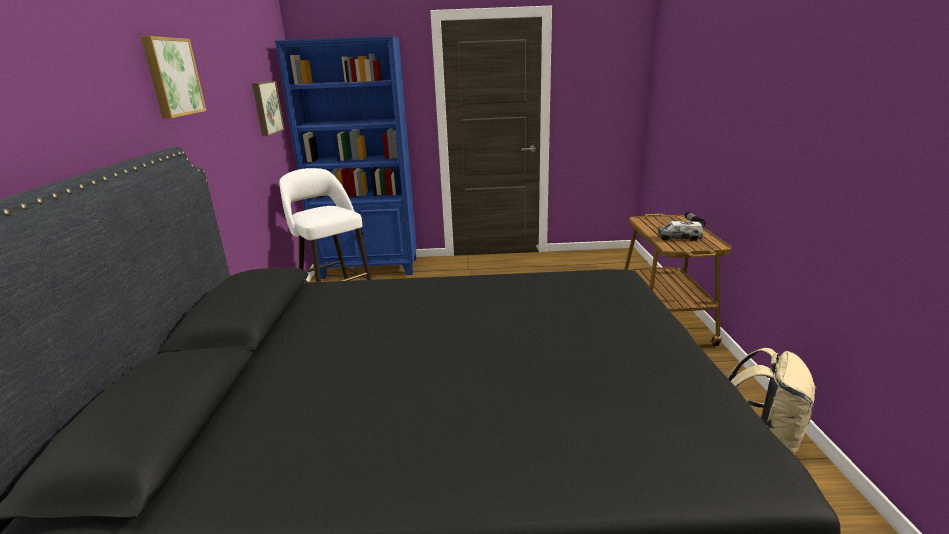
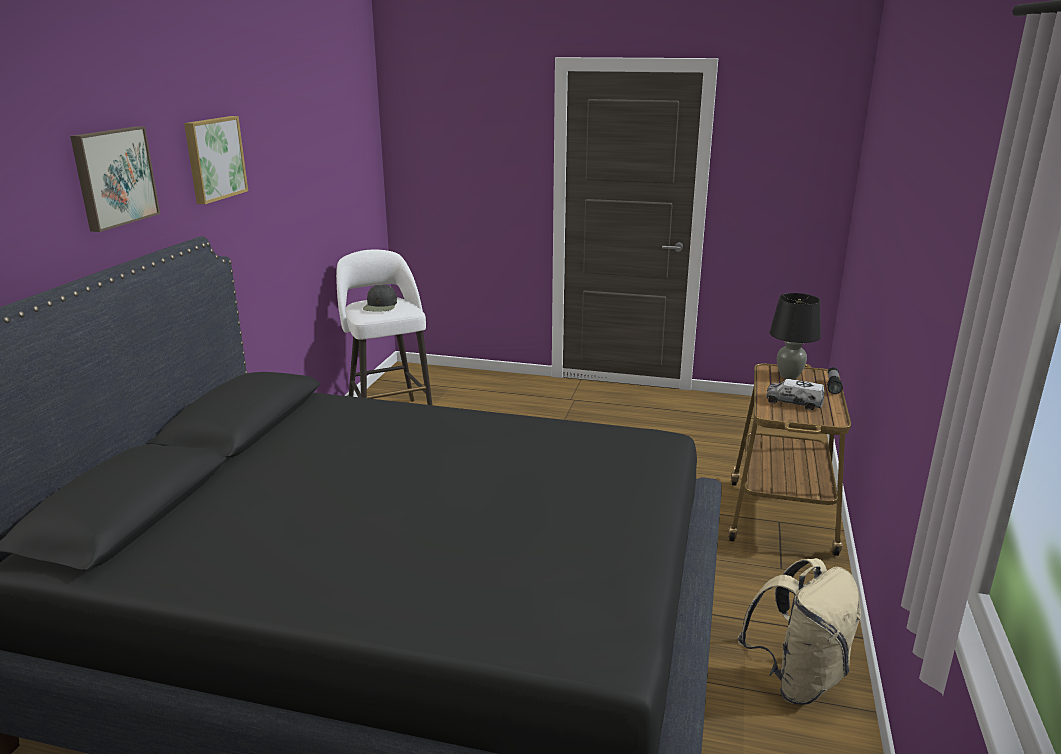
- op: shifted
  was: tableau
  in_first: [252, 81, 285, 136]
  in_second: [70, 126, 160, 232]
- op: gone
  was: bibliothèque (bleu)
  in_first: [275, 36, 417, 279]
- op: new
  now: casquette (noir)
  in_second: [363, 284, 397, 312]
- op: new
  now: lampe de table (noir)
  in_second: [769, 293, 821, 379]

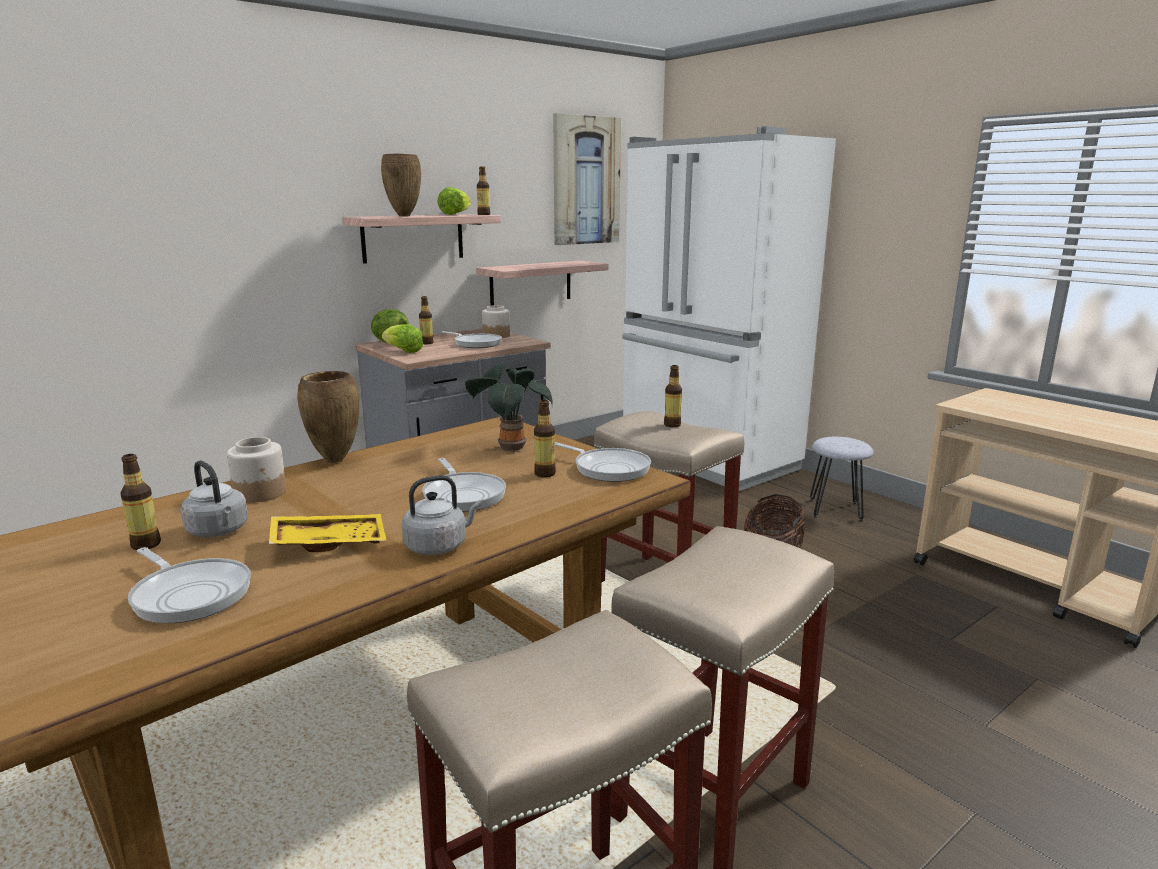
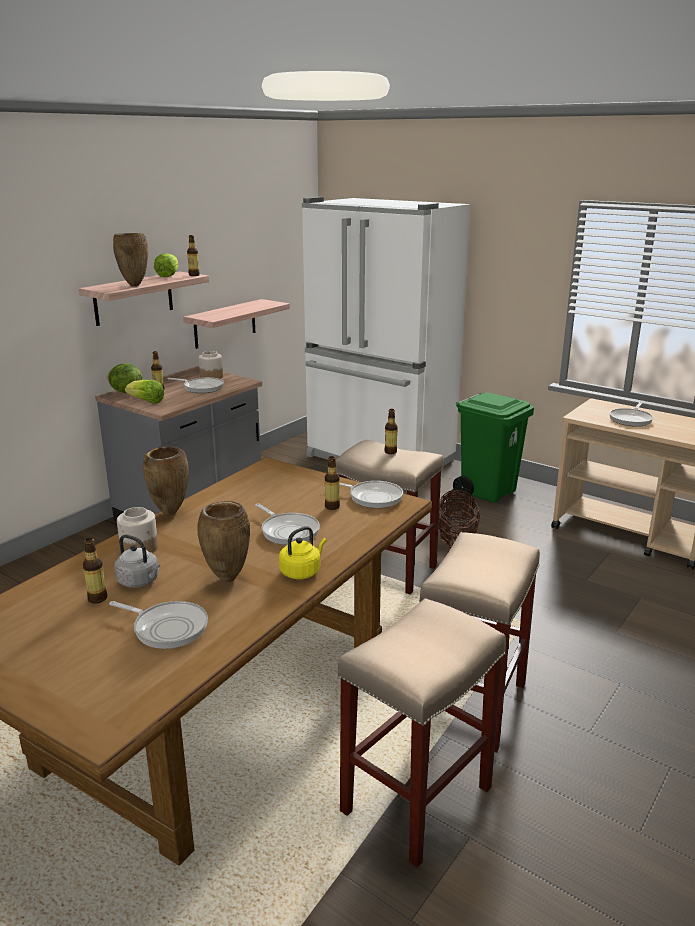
- op: swapped
  was: plateau (jaune)
  now: vase (marron)
  in_first: [269, 514, 387, 552]
  in_second: [197, 501, 250, 582]
- op: repainted
  was: bouilloire (gris)
  now: bouilloire (jaune)
  in_first: [402, 475, 482, 555]
  in_second: [279, 526, 327, 579]
- op: gone
  was: plante en pot
  in_first: [465, 363, 552, 453]
- op: gone
  was: tableau
  in_first: [553, 113, 621, 245]
- op: swapped
  was: tabouret (gris)
  now: poubelle (vert)
  in_first: [810, 437, 874, 522]
  in_second: [453, 392, 534, 503]
- op: new
  now: poêle
  in_second: [609, 402, 653, 427]

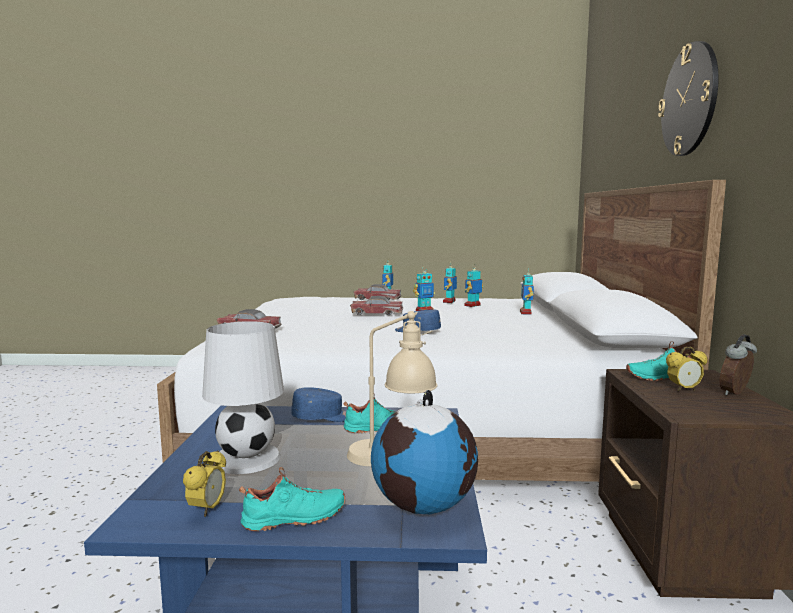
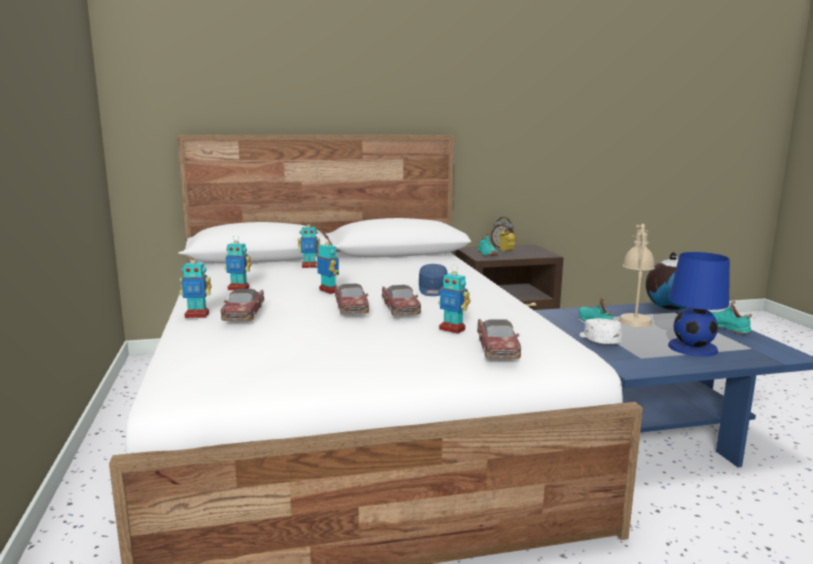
- op: gone
  was: réveil
  in_first: [183, 451, 226, 517]
- op: repainted
  was: lampe de table (blanc)
  now: lampe de table (bleu)
  in_first: [202, 321, 284, 474]
  in_second: [668, 252, 730, 357]
- op: repainted
  was: casquette (bleu)
  now: casquette (blanc)
  in_first: [291, 387, 346, 422]
  in_second: [580, 319, 622, 344]
- op: shifted
  was: robot jouet
  in_first: [464, 265, 483, 307]
  in_second: [438, 265, 470, 334]
- op: gone
  was: horloge murale
  in_first: [658, 41, 719, 156]
- op: new
  now: petite voiture
  in_second: [382, 285, 421, 316]

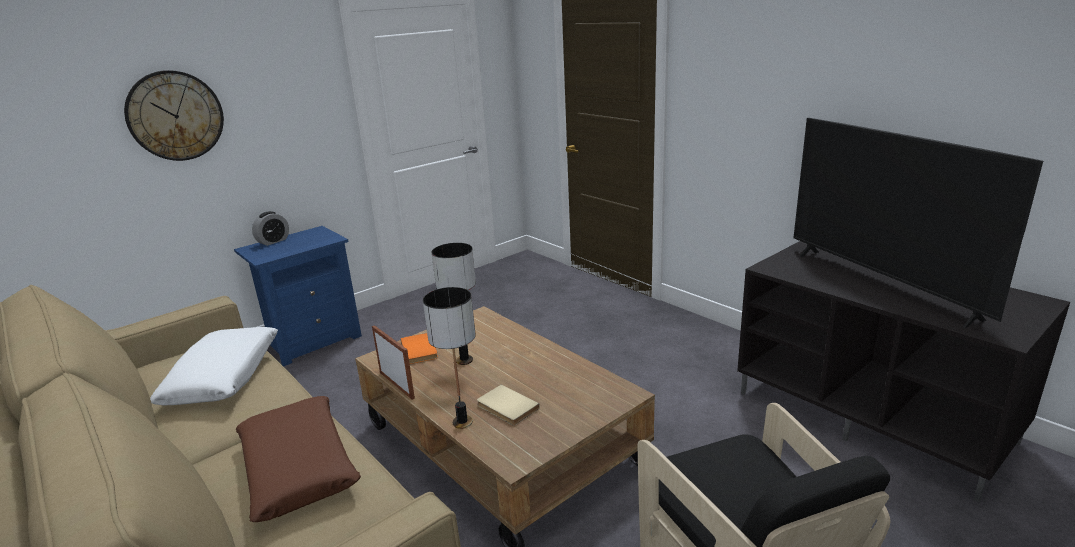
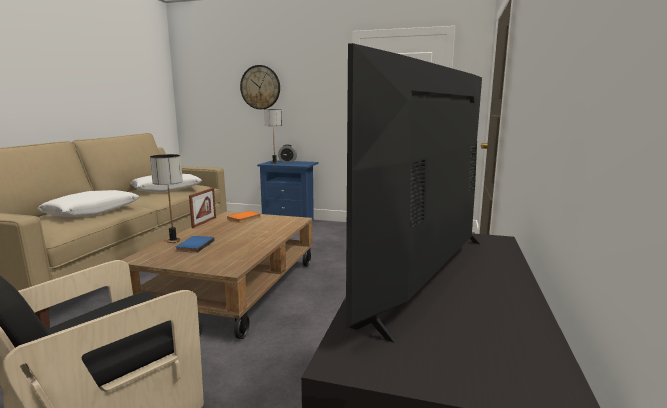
- op: repainted
  was: coussin (marron)
  now: coussin (blanc)
  in_first: [236, 396, 361, 522]
  in_second: [37, 190, 140, 217]
- op: shifted
  was: lampe de table
  in_first: [432, 243, 476, 365]
  in_second: [264, 109, 282, 164]
- op: repainted
  was: livre (beige)
  now: livre (bleu)
  in_first: [477, 384, 540, 425]
  in_second: [176, 236, 215, 253]

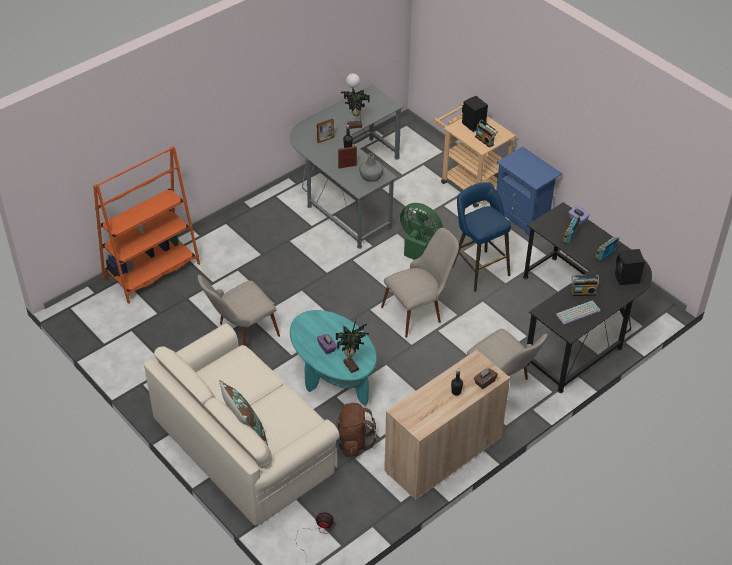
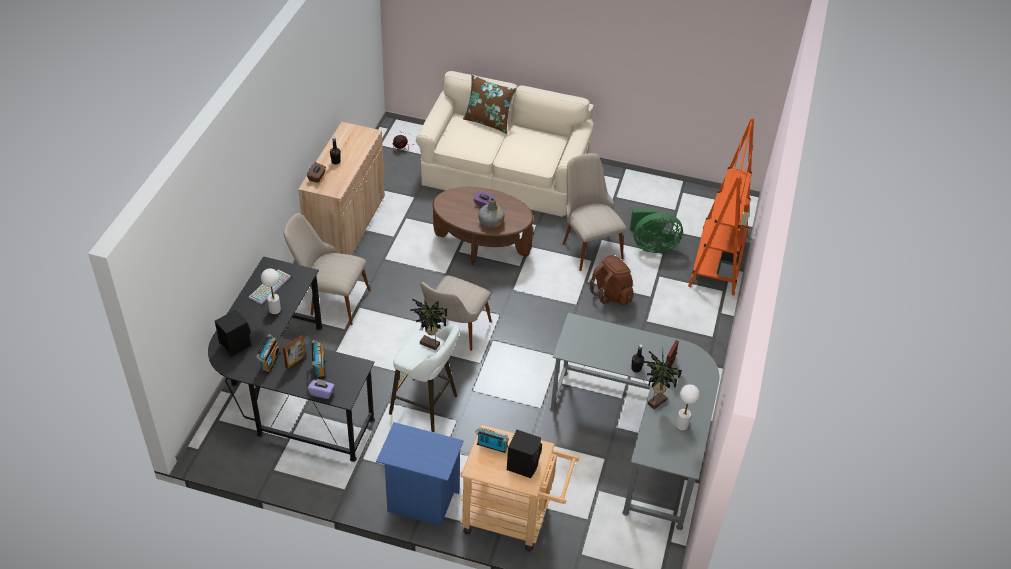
- op: rotated
  was: chaise (beige)
  in_first: [198, 275, 280, 346]
  in_second: [563, 153, 626, 271]
  clockwise: -45
- op: repainted
  was: table basse (turquoise)
  now: table basse (marron)
  in_first: [290, 310, 377, 406]
  in_second: [433, 187, 533, 266]
- op: shifted
  was: sac à dos (marron)
  in_first: [335, 403, 376, 457]
  in_second: [590, 255, 633, 305]
- op: shifted
  was: plante en pot
  in_first: [336, 320, 369, 373]
  in_second: [410, 299, 447, 350]
- op: shifted
  was: cadre photo
  in_first: [338, 146, 357, 169]
  in_second: [283, 335, 306, 369]
- op: shifted
  was: bouteille (gris)
  in_first: [359, 153, 383, 182]
  in_second: [478, 198, 504, 228]
- op: shifted
  was: ventilateur (vert)
  in_first: [400, 203, 443, 260]
  in_second: [630, 209, 683, 253]
- op: repainted
  was: tabouret (bleu)
  now: tabouret (blanc)
  in_first: [452, 182, 511, 292]
  in_second: [389, 324, 460, 432]
- op: swapped
  was: radio
  now: lampe de table (blanc)
  in_first: [571, 275, 599, 296]
  in_second: [261, 269, 281, 314]

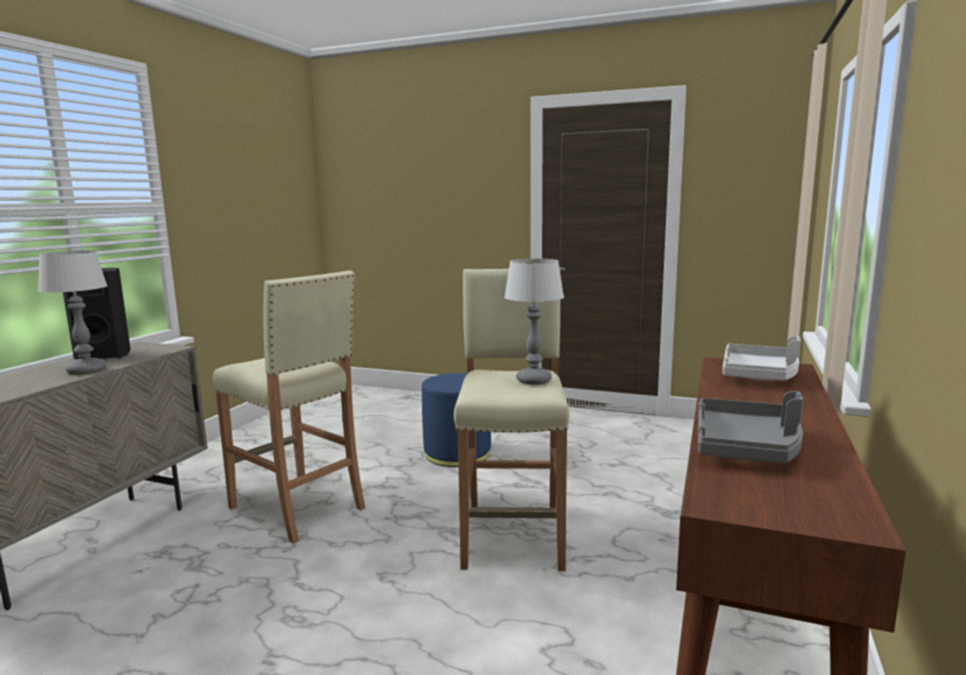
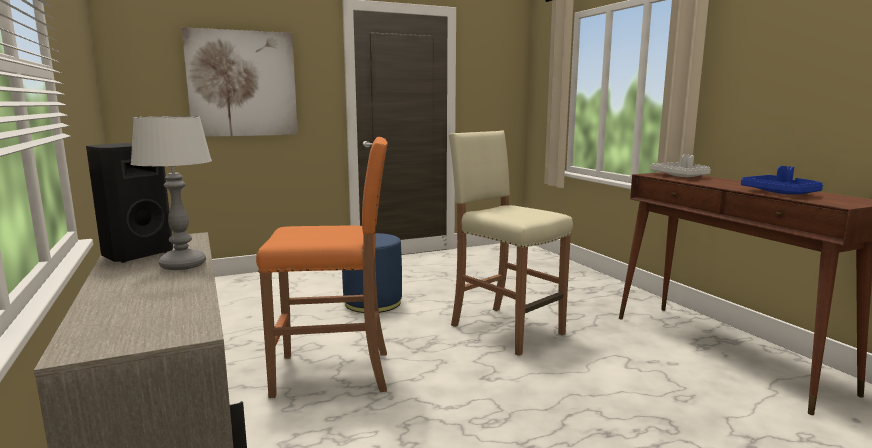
- op: repainted
  was: tabouret (beige)
  now: tabouret (orange)
  in_first: [213, 270, 365, 544]
  in_second: [256, 137, 388, 398]
- op: gone
  was: lampe de table
  in_first: [504, 259, 564, 385]
- op: repainted
  was: plateau (gris)
  now: plateau (bleu)
  in_first: [698, 391, 803, 463]
  in_second: [741, 166, 823, 195]
- op: new
  now: tableau
  in_second: [182, 27, 298, 137]

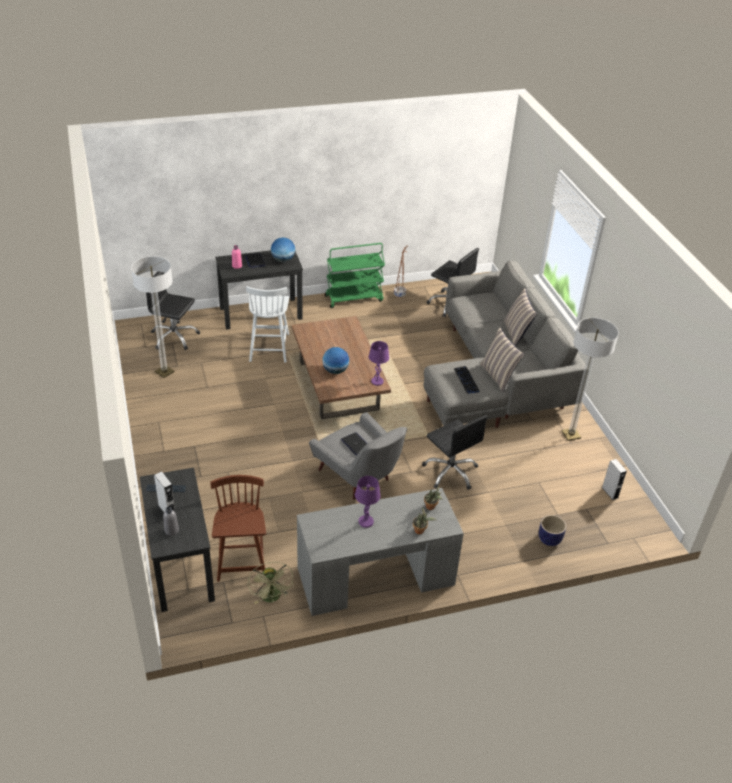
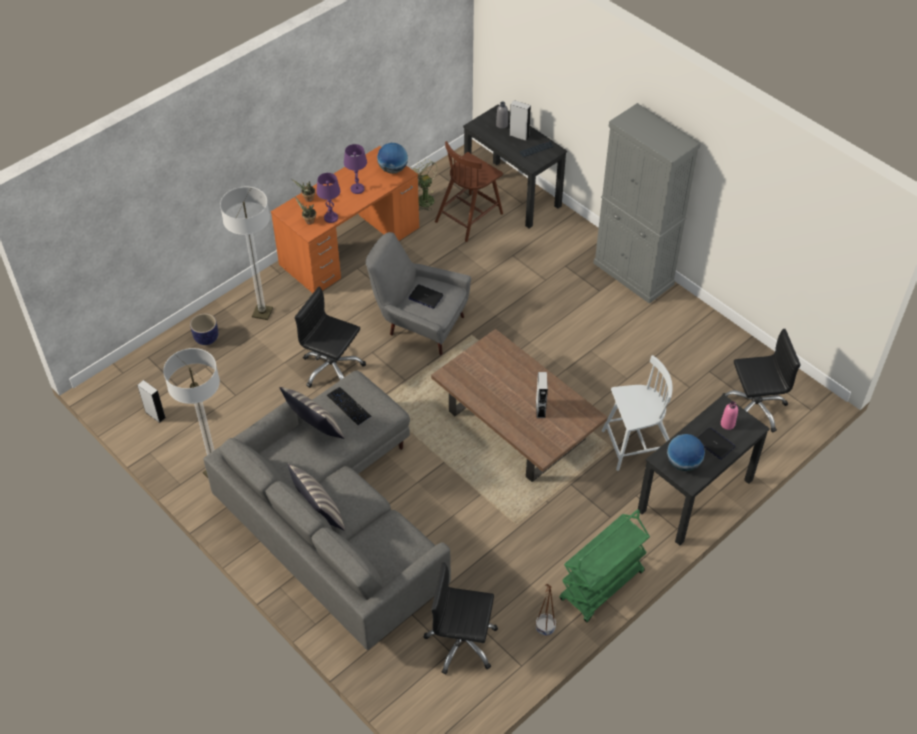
- op: shifted
  was: lampadaire
  in_first: [131, 256, 174, 378]
  in_second: [220, 187, 273, 320]
- op: rotated
  was: chaise (marron)
  in_first: [210, 475, 266, 582]
  in_second: [435, 141, 503, 242]
  clockwise: 75
- op: rotated
  was: chaise (blanc)
  in_first: [246, 286, 289, 363]
  in_second: [602, 355, 672, 471]
  clockwise: 105
- op: repainted
  was: bureau (gris)
  now: bureau (orange)
  in_first: [297, 488, 464, 616]
  in_second: [271, 146, 419, 293]
- op: shifted
  was: globe
  in_first: [322, 347, 349, 374]
  in_second: [377, 143, 408, 174]
- op: shifted
  was: lampe de table (violet)
  in_first: [369, 341, 389, 386]
  in_second: [316, 173, 340, 223]
- op: new
  now: enceinte (gris)
  in_second: [536, 372, 548, 418]
- op: new
  now: meuble de rangement (gris)
  in_second: [593, 103, 701, 304]

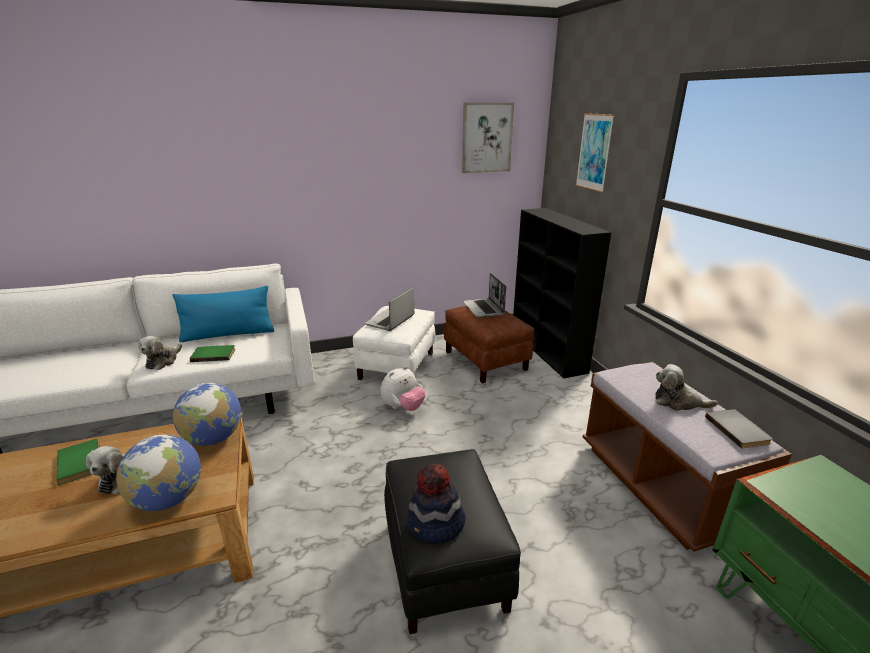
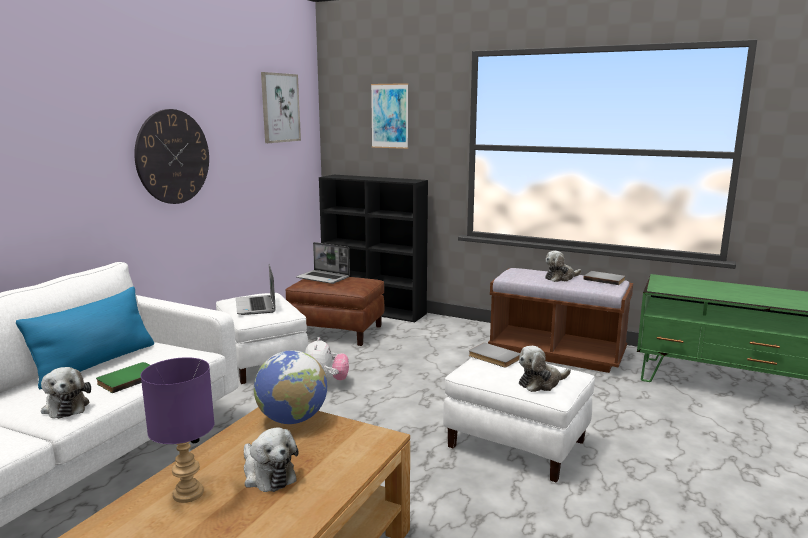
- op: swapped
  was: livre (vert)
  now: lampe de table (violet)
  in_first: [57, 439, 100, 485]
  in_second: [141, 357, 214, 503]
- op: gone
  was: globe
  in_first: [116, 434, 201, 511]
- op: repainted
  was: pouf (noir)
  now: pouf (blanc)
  in_first: [384, 449, 521, 634]
  in_second: [443, 357, 595, 482]
- op: swapped
  was: chapeau
  now: peluche
  in_first: [407, 463, 466, 544]
  in_second: [519, 346, 571, 392]
- op: new
  now: horloge murale
  in_second: [134, 109, 209, 204]
- op: new
  now: livre (gris)
  in_second: [469, 343, 520, 368]

